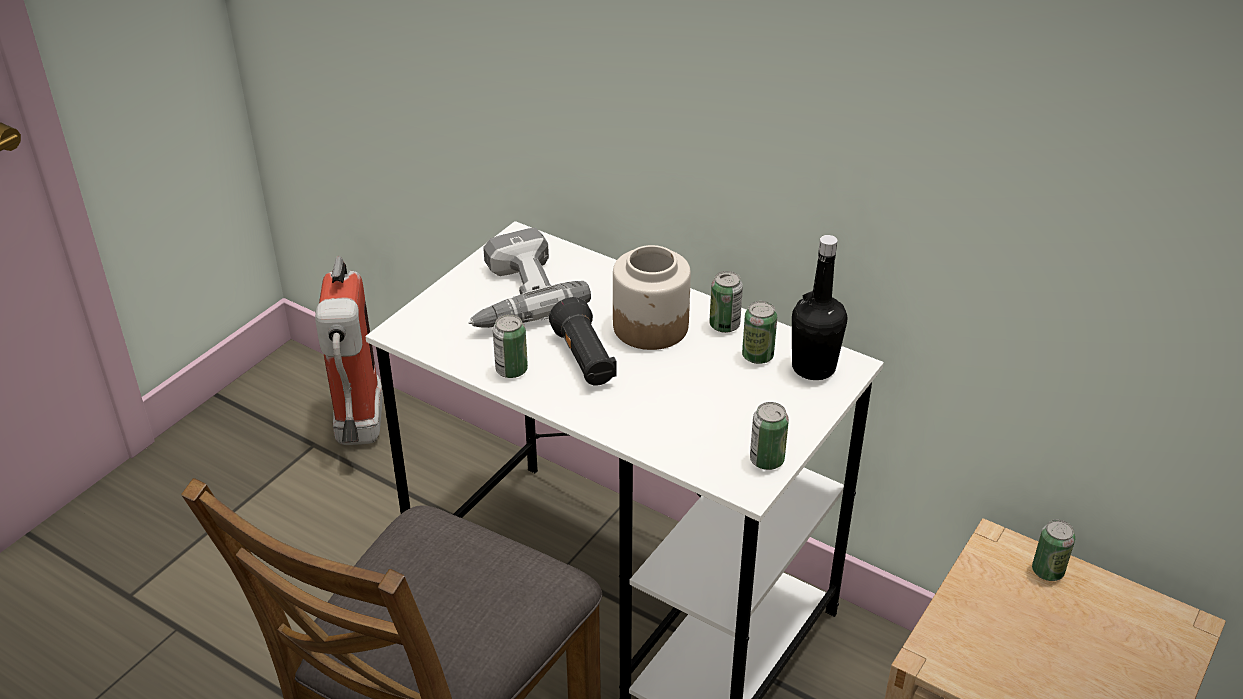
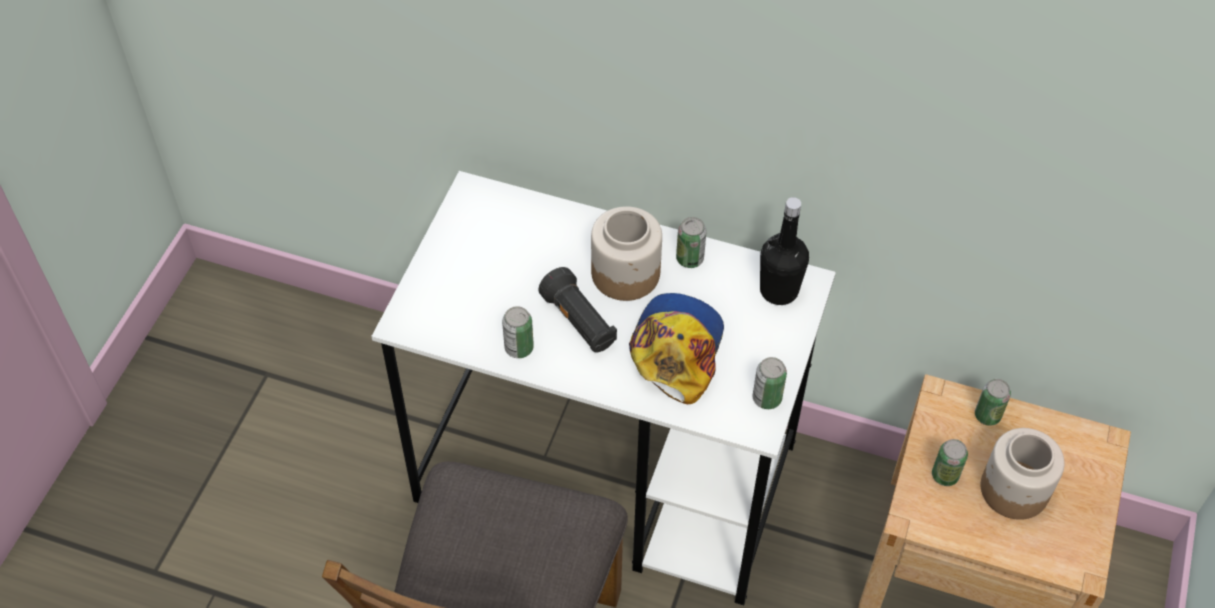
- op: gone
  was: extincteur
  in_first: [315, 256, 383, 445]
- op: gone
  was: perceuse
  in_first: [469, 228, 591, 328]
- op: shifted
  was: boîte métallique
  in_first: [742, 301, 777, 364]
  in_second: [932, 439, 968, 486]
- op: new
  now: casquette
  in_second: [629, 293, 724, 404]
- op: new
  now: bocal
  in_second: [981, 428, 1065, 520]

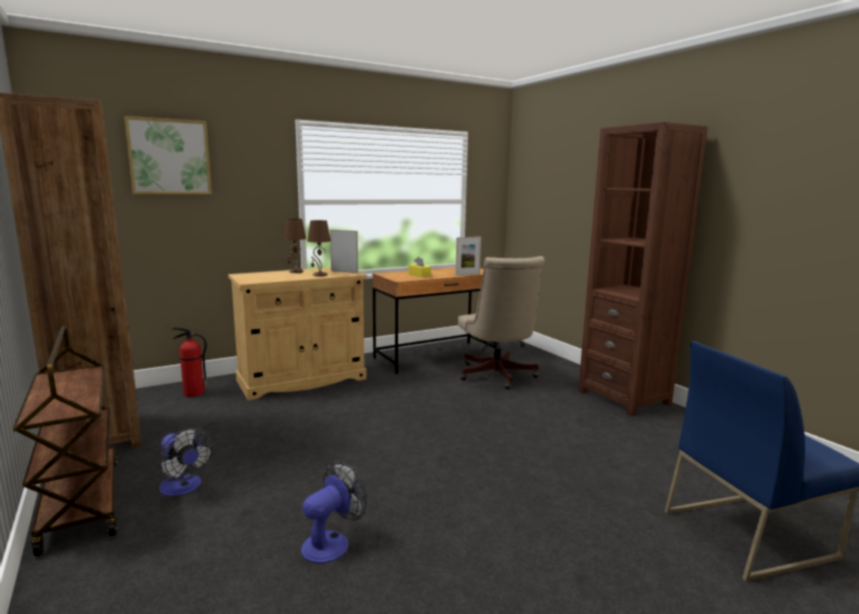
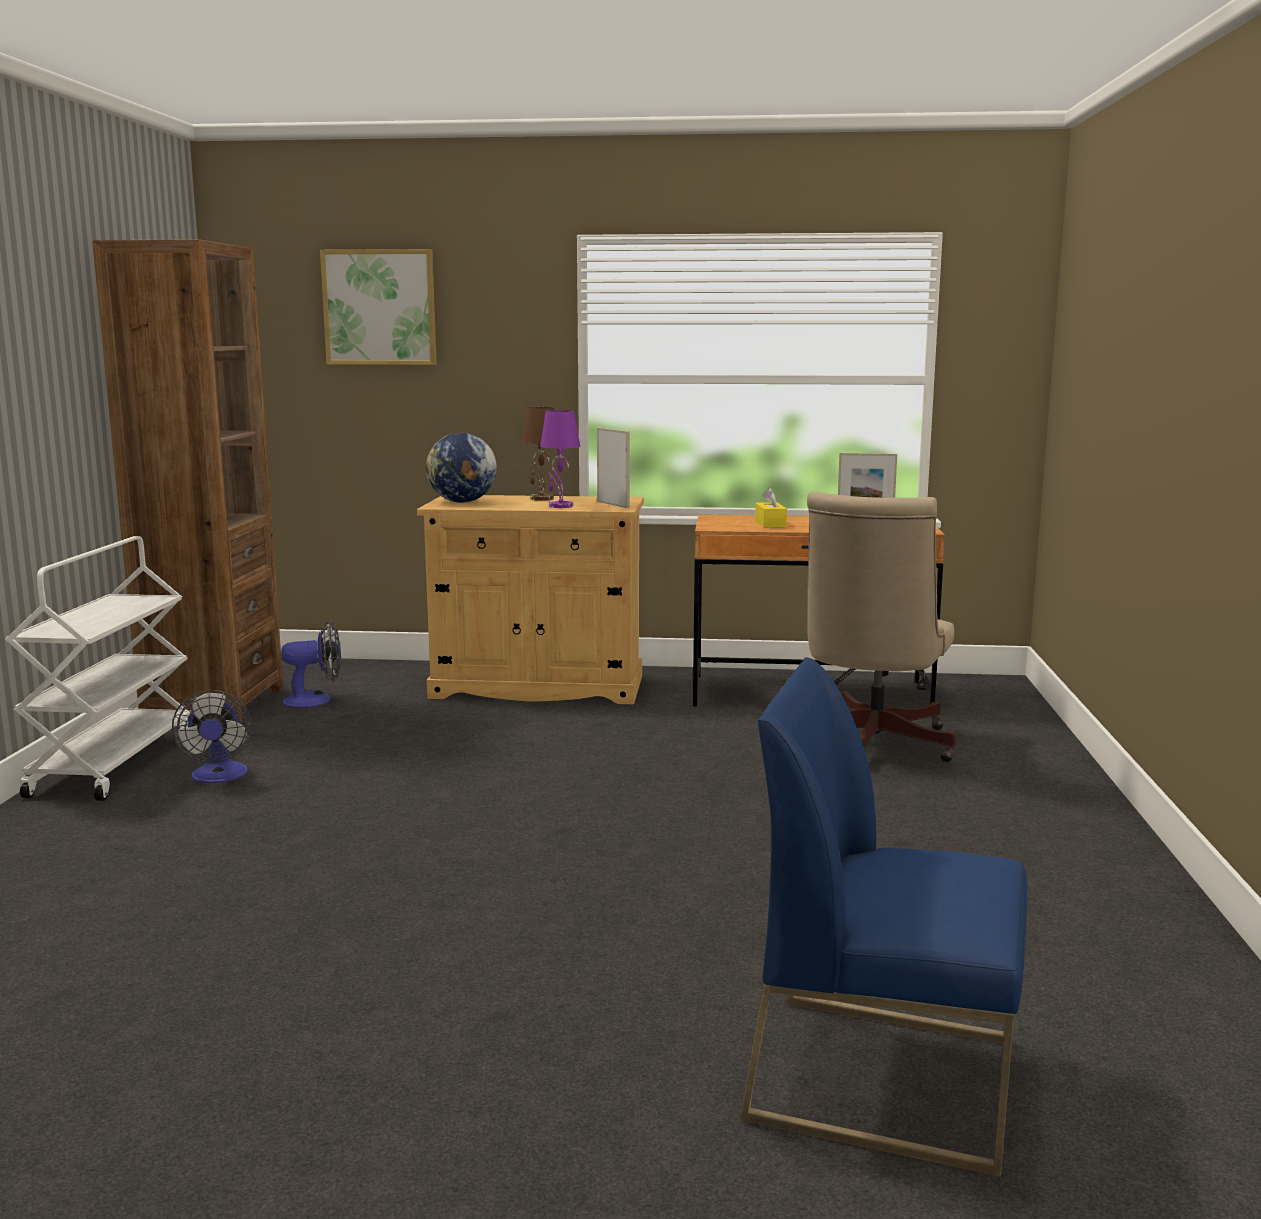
- op: repainted
  was: chariot (marron)
  now: chariot (blanc)
  in_first: [13, 326, 117, 556]
  in_second: [5, 536, 191, 801]
- op: gone
  was: extincteur
  in_first: [172, 327, 207, 397]
- op: shifted
  was: ventilateur
  in_first: [301, 461, 367, 563]
  in_second: [281, 620, 341, 707]
- op: repainted
  was: lampe de table (marron)
  now: lampe de table (violet)
  in_first: [307, 220, 331, 277]
  in_second: [540, 410, 581, 508]
- op: gone
  was: bibliothèque (marron)
  in_first: [578, 122, 708, 416]
- op: new
  now: globe
  in_second: [426, 433, 497, 503]

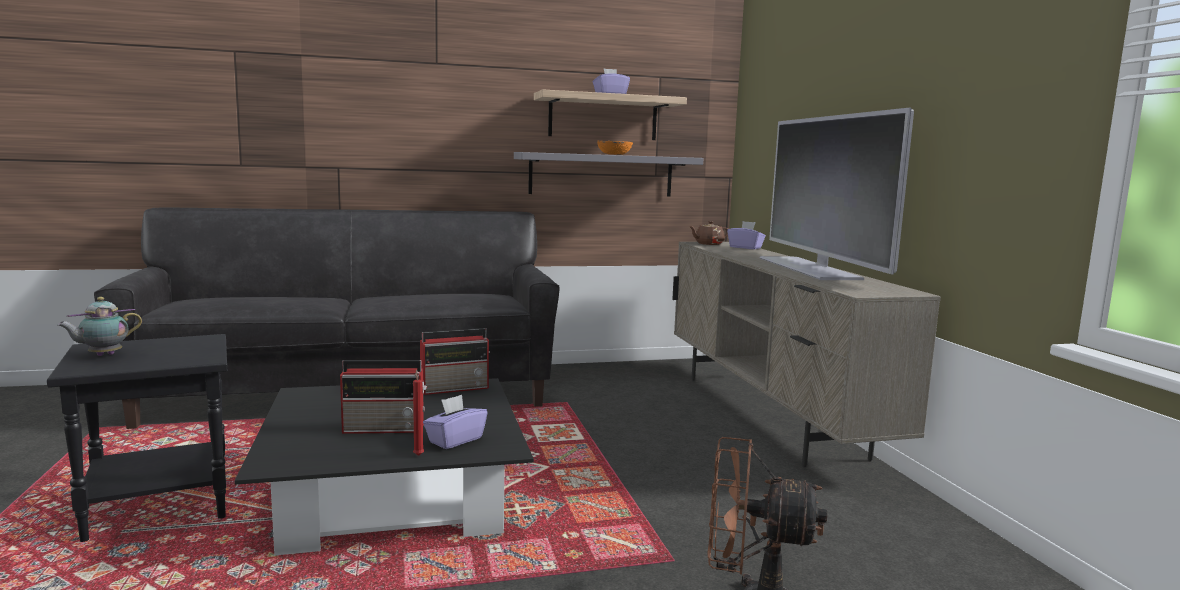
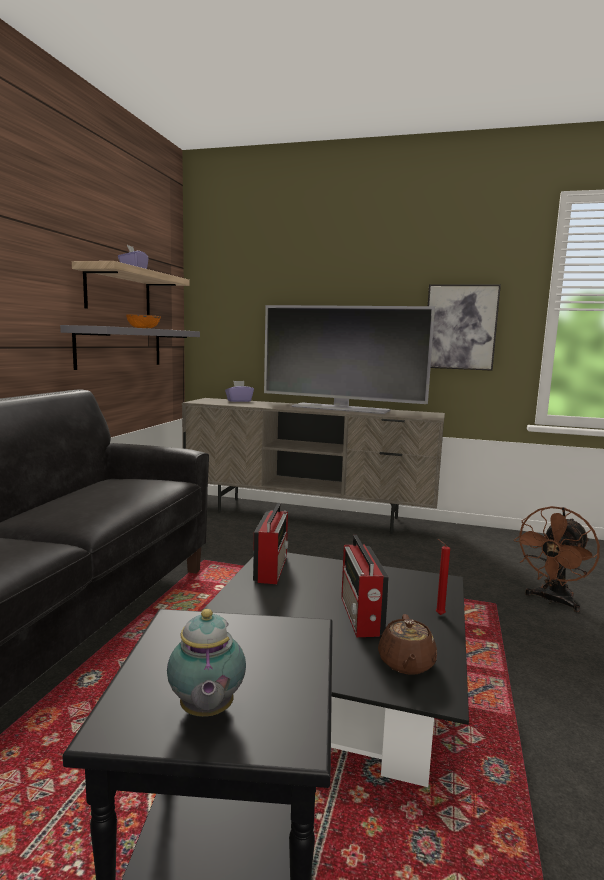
- op: rotated
  was: radio
  in_first: [340, 360, 427, 434]
  in_second: [341, 535, 389, 637]
  clockwise: 150
- op: gone
  was: boîte à mouchoirs (violet)
  in_first: [423, 395, 488, 449]
- op: shifted
  was: théière (marron)
  in_first: [689, 221, 728, 245]
  in_second: [378, 614, 437, 675]
- op: new
  now: tableau
  in_second: [428, 284, 501, 371]

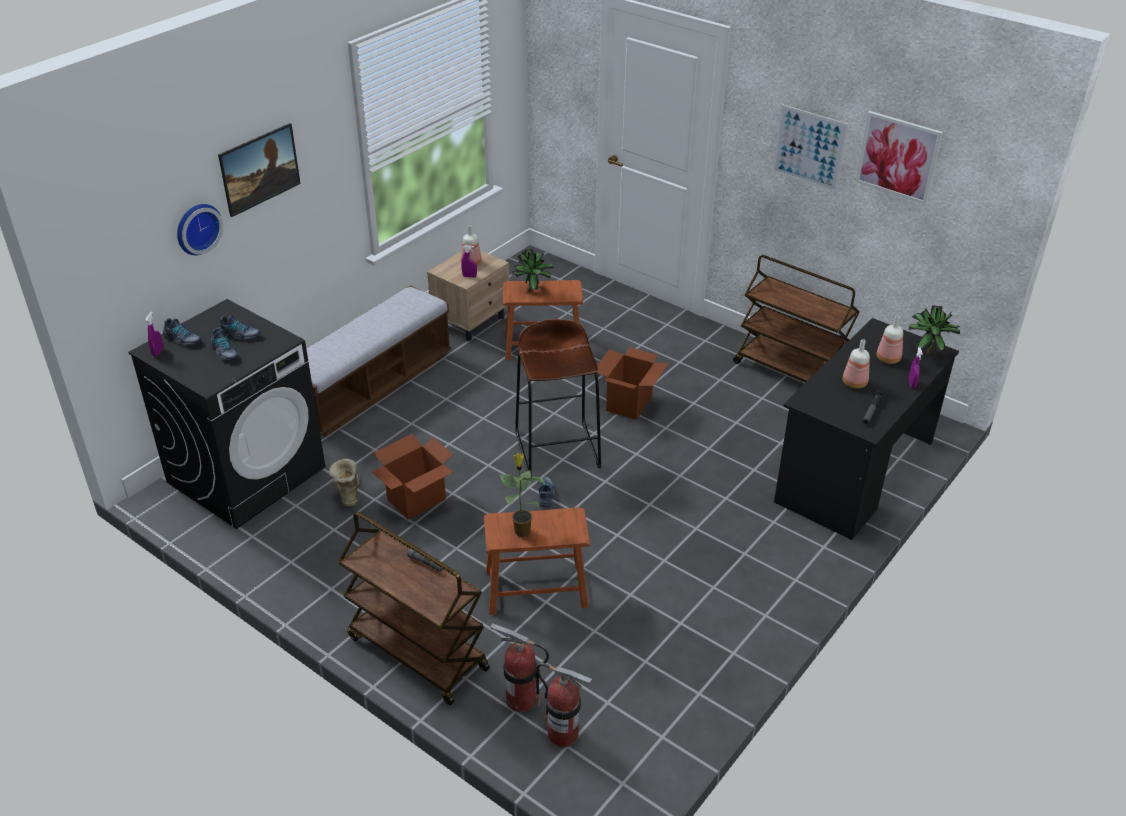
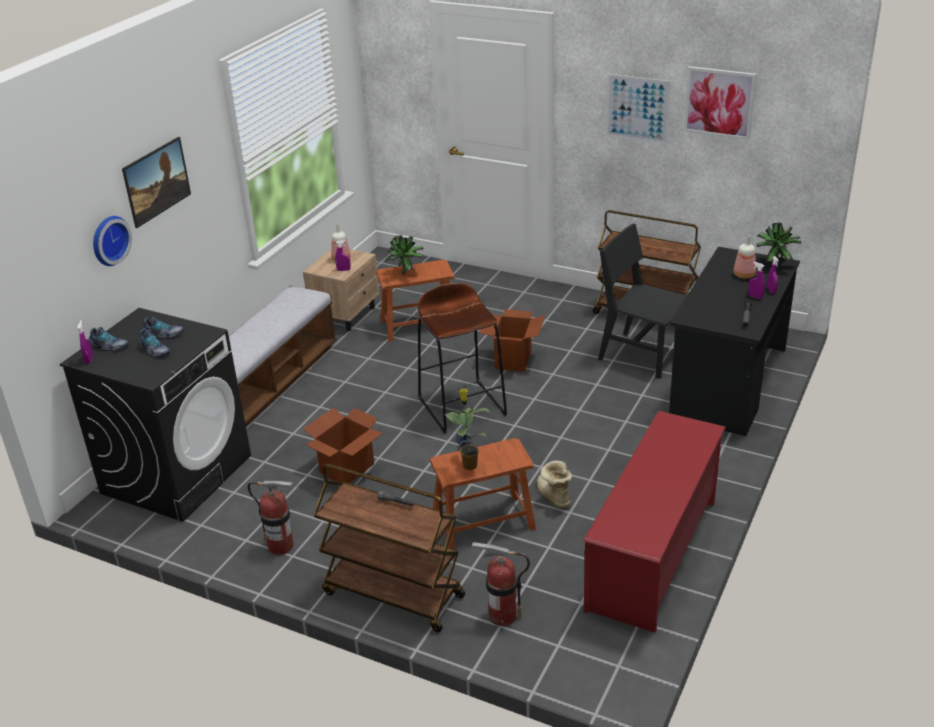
- op: shifted
  was: botte
  in_first: [329, 459, 359, 507]
  in_second: [537, 461, 572, 508]
- op: shifted
  was: extincteur
  in_first: [536, 663, 592, 747]
  in_second: [248, 481, 294, 555]
- op: gone
  was: bouteille
  in_first: [843, 339, 870, 389]
- op: new
  now: étagère à chaussures (rouge)
  in_second: [583, 411, 726, 633]
- op: new
  now: chaise (noir)
  in_second: [598, 224, 687, 379]
- op: new
  now: vaporisateur (violet)
  in_second: [748, 262, 765, 299]

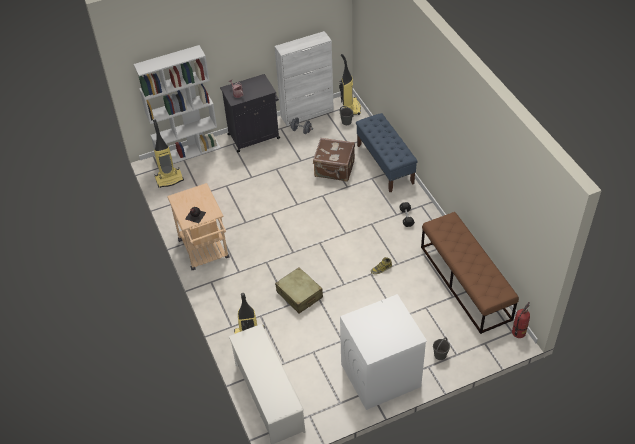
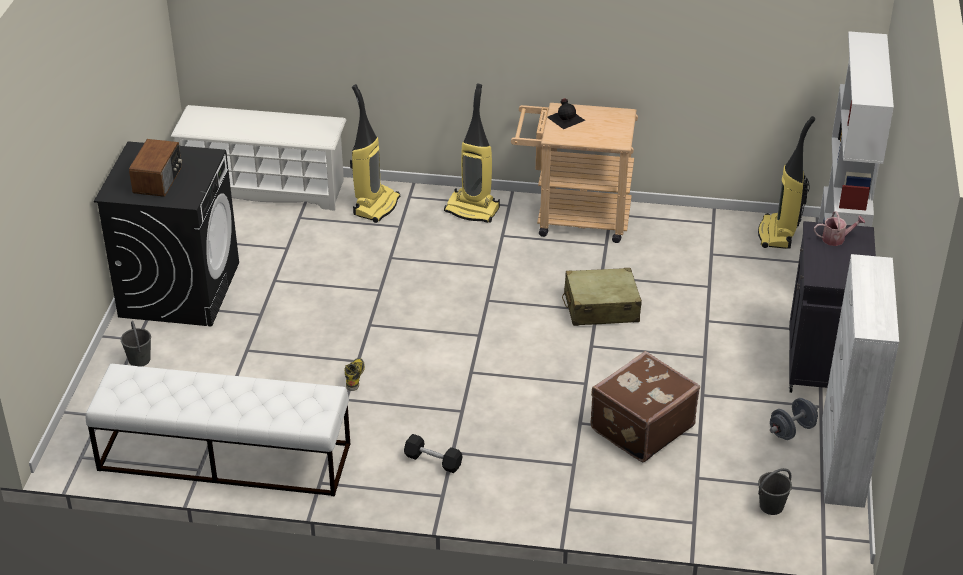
- op: shifted
  was: valise (beige)
  in_first: [275, 267, 323, 314]
  in_second: [562, 268, 642, 326]
- op: shifted
  was: aspirateur
  in_first: [339, 54, 361, 115]
  in_second: [444, 84, 500, 223]
- op: repainted
  was: lave-linge (blanc)
  now: lave-linge (noir)
  in_first: [340, 294, 427, 410]
  in_second: [94, 141, 239, 326]
- op: gone
  was: banc (bleu)
  in_first: [356, 113, 418, 192]
- op: repainted
  was: banc (marron)
  now: banc (blanc)
  in_first: [421, 212, 519, 334]
  in_second: [86, 364, 350, 496]
- op: gone
  was: extincteur
  in_first: [512, 302, 530, 338]
- op: new
  now: radio
  in_second: [129, 139, 182, 197]

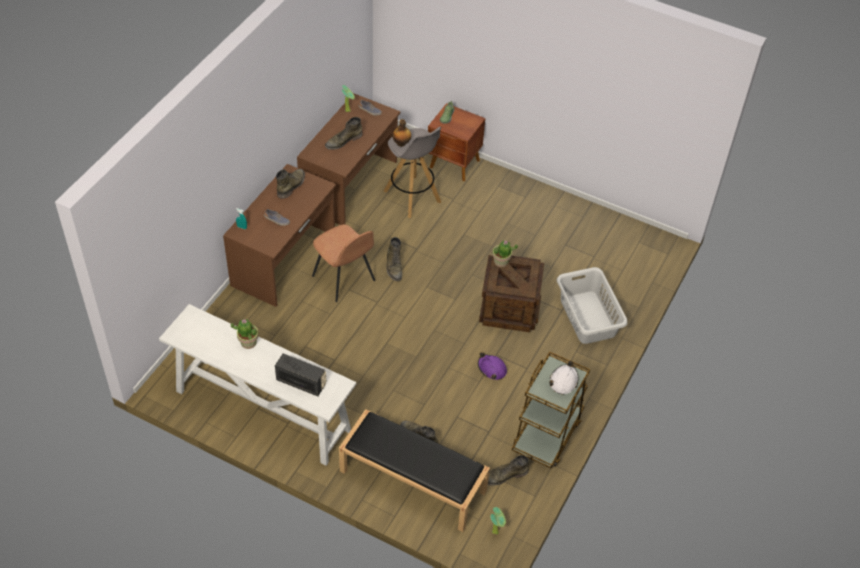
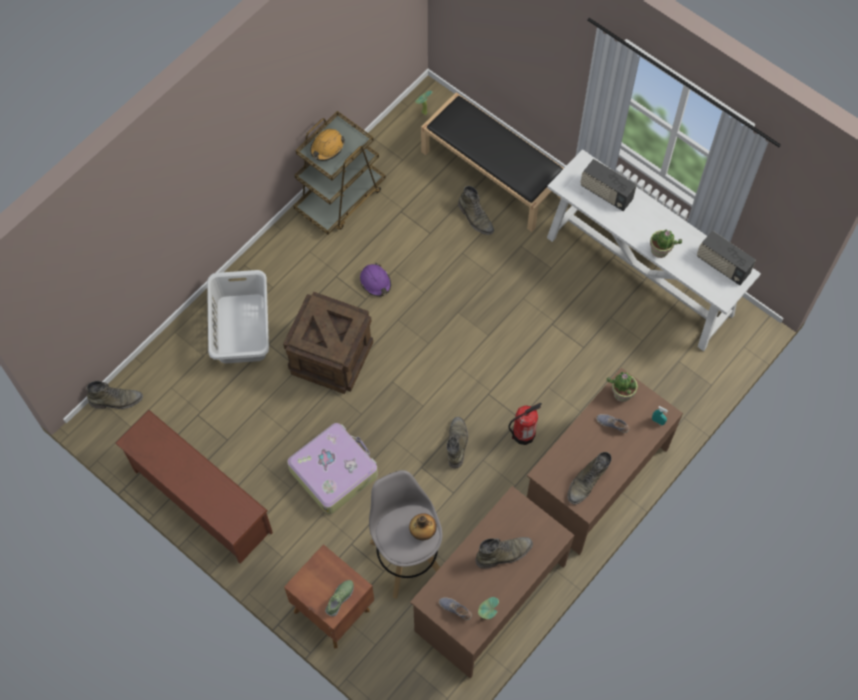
- op: swapped
  was: chaise (marron)
  now: extincteur
  in_first: [312, 224, 375, 302]
  in_second: [508, 403, 542, 445]
- op: shifted
  was: botte (vert)
  in_first: [488, 455, 529, 485]
  in_second: [87, 381, 143, 409]
- op: shifted
  was: plante en pot
  in_first: [493, 240, 518, 267]
  in_second: [607, 372, 638, 402]
- op: repainted
  was: casque de chantier (blanc)
  now: casque de chantier (orange)
  in_first: [549, 361, 578, 394]
  in_second: [310, 129, 345, 161]
- op: new
  now: étagère à chaussures (marron)
  in_second: [115, 410, 273, 563]
- op: new
  now: valise
  in_second: [287, 423, 378, 514]
- op: new
  now: radio
  in_second: [697, 230, 756, 285]

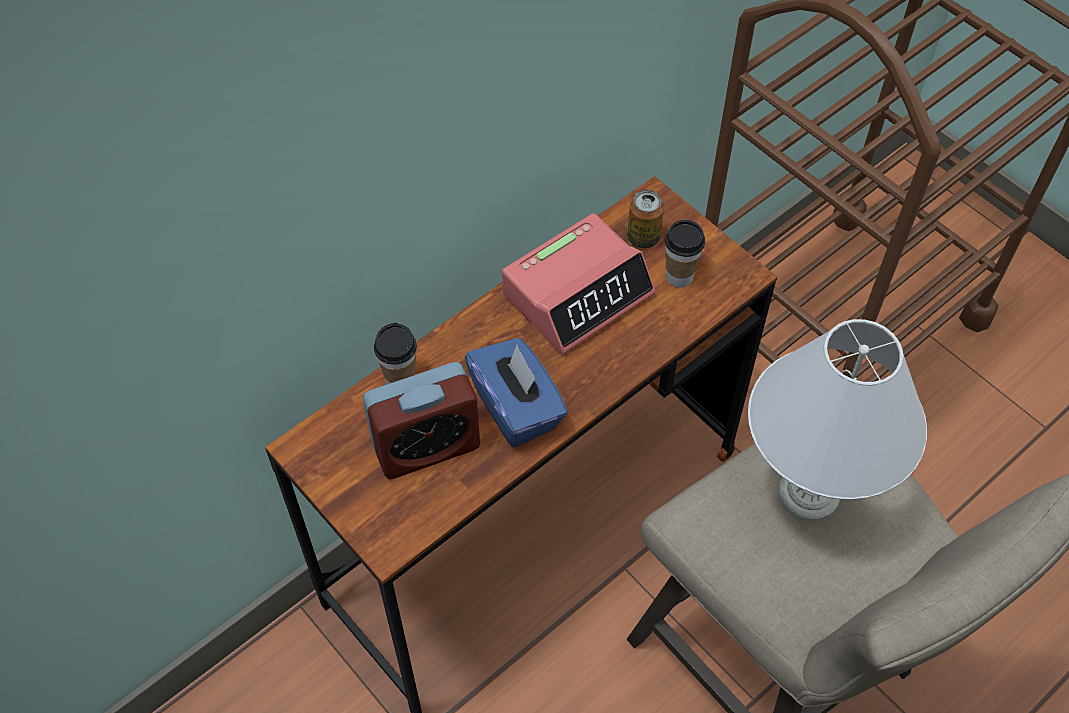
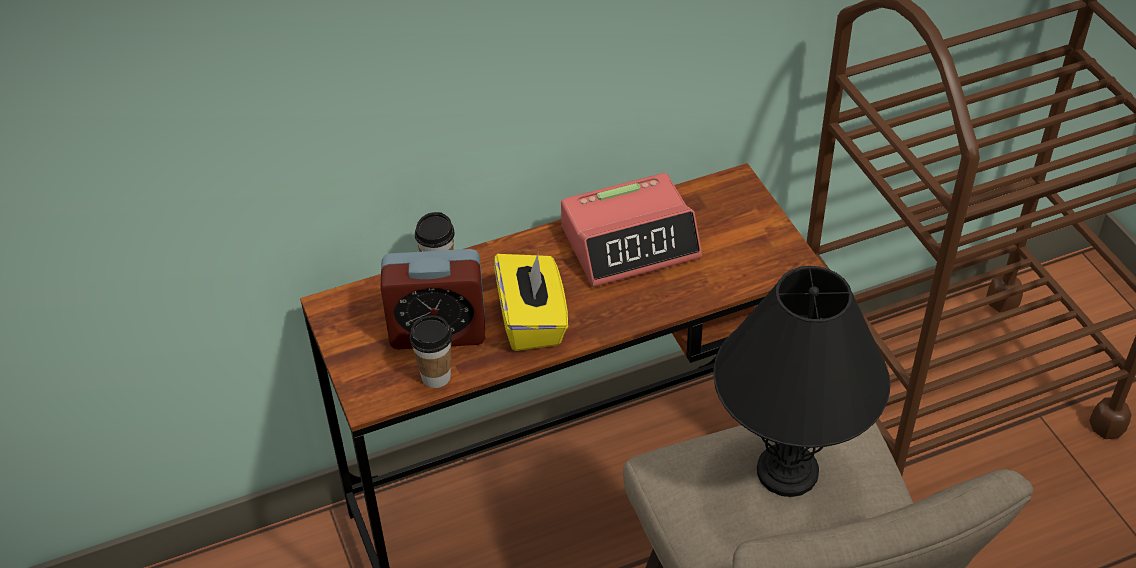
- op: repainted
  was: boîte à mouchoirs (bleu)
  now: boîte à mouchoirs (jaune)
  in_first: [465, 338, 568, 447]
  in_second: [494, 252, 568, 351]
- op: gone
  was: boîte métallique
  in_first: [627, 190, 664, 248]
- op: shifted
  was: tasse
  in_first: [665, 220, 705, 288]
  in_second: [410, 315, 452, 388]
- op: repainted
  was: lampe de table (blanc)
  now: lampe de table (noir)
  in_first: [748, 319, 927, 522]
  in_second: [714, 266, 891, 497]

